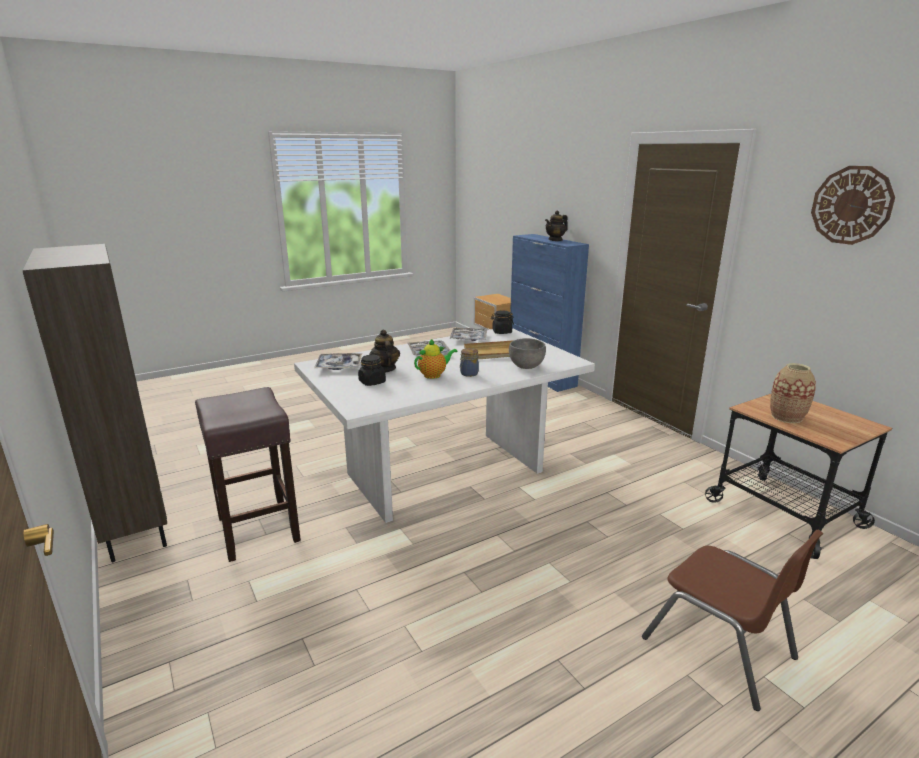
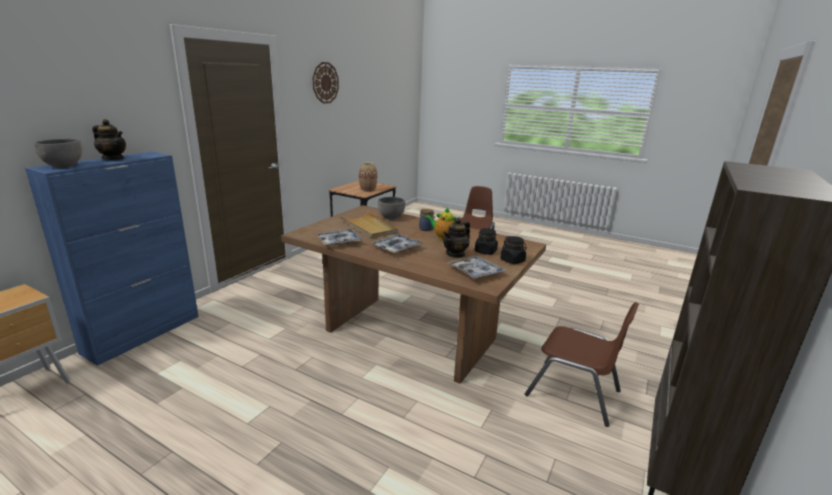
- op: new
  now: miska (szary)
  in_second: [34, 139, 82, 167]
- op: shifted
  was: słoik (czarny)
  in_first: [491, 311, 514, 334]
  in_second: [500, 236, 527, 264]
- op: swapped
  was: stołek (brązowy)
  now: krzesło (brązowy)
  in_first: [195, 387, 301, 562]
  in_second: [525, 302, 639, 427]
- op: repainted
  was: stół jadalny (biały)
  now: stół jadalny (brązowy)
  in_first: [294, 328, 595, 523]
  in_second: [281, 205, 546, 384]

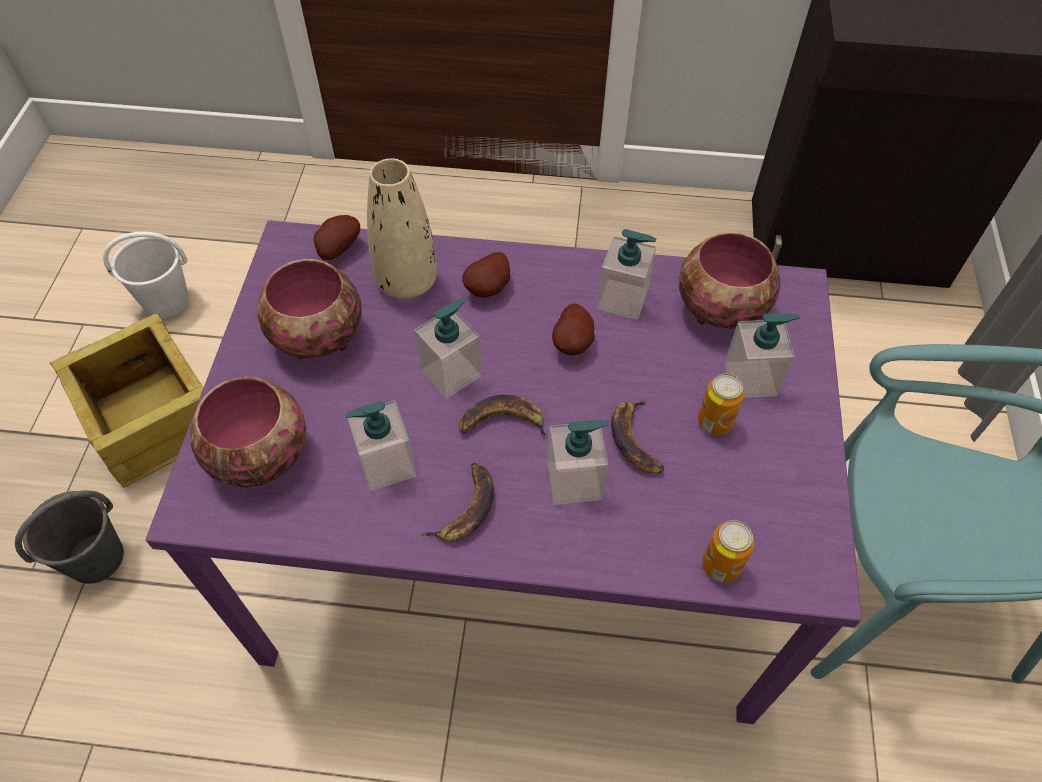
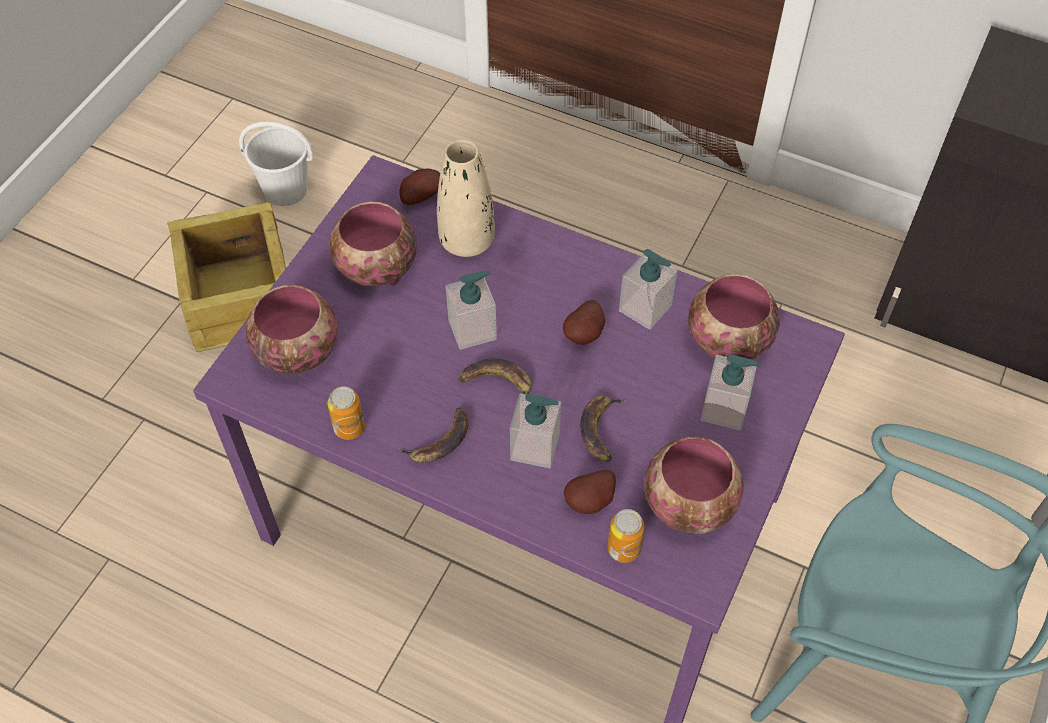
- op: gone
  was: wiadro (szary)
  in_first: [15, 490, 124, 584]
- op: gone
  was: dozownik mydła
  in_first: [345, 400, 416, 491]
- op: new
  now: miska
  in_second: [644, 437, 744, 534]
- op: shifted
  was: ziemniak
  in_first: [462, 252, 510, 298]
  in_second: [564, 470, 616, 514]
- op: shifted
  was: puszka
  in_first: [698, 373, 744, 435]
  in_second: [328, 386, 365, 440]

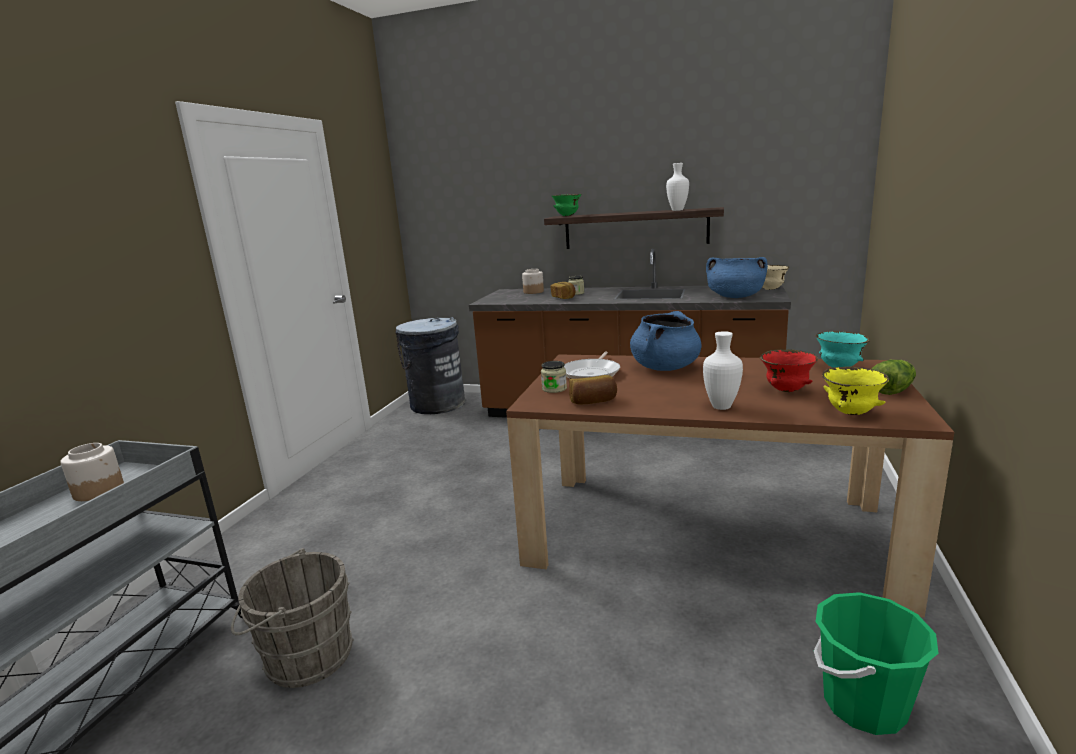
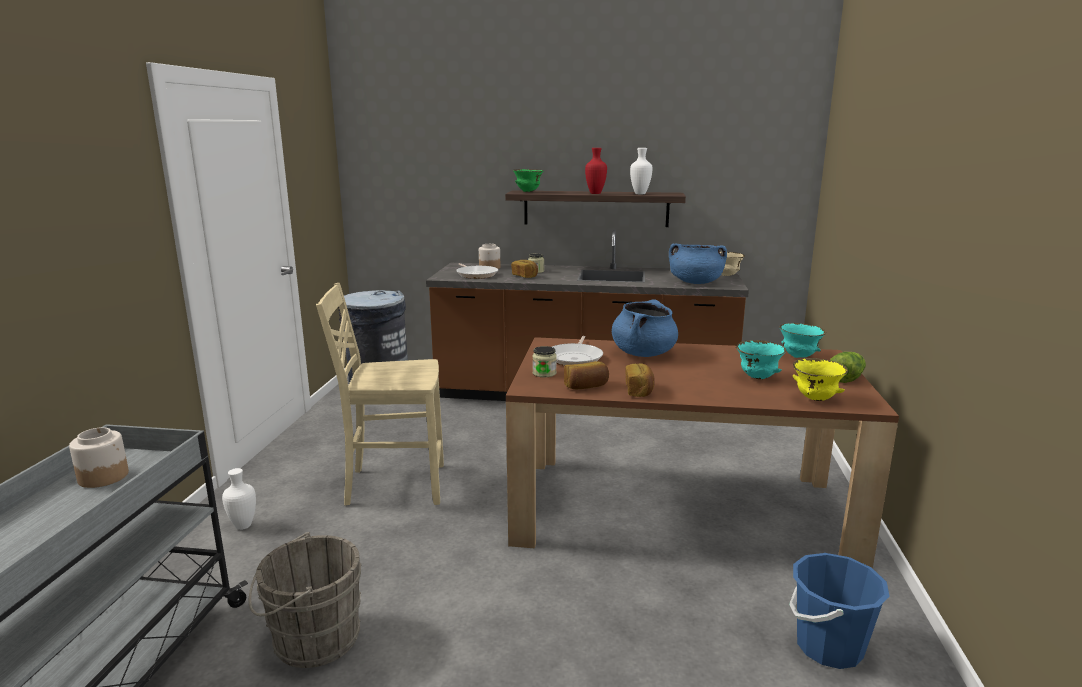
- op: new
  now: krzesło (beżowy)
  in_second: [316, 283, 444, 506]
- op: new
  now: patelnia
  in_second: [456, 263, 498, 279]
- op: new
  now: wazon (czerwony)
  in_second: [585, 148, 607, 194]
- op: new
  now: chleb
  in_second: [626, 363, 655, 397]
- op: shifted
  was: wazon (biały)
  in_first: [703, 331, 743, 410]
  in_second: [222, 468, 256, 530]
- op: repainted
  was: miska (czerwony)
  now: miska (turkusowy)
  in_first: [760, 349, 818, 392]
  in_second: [736, 340, 786, 379]
- op: repainted
  was: wiadro (zielony)
  now: wiadro (niebieski)
  in_first: [814, 592, 939, 735]
  in_second: [789, 553, 890, 669]

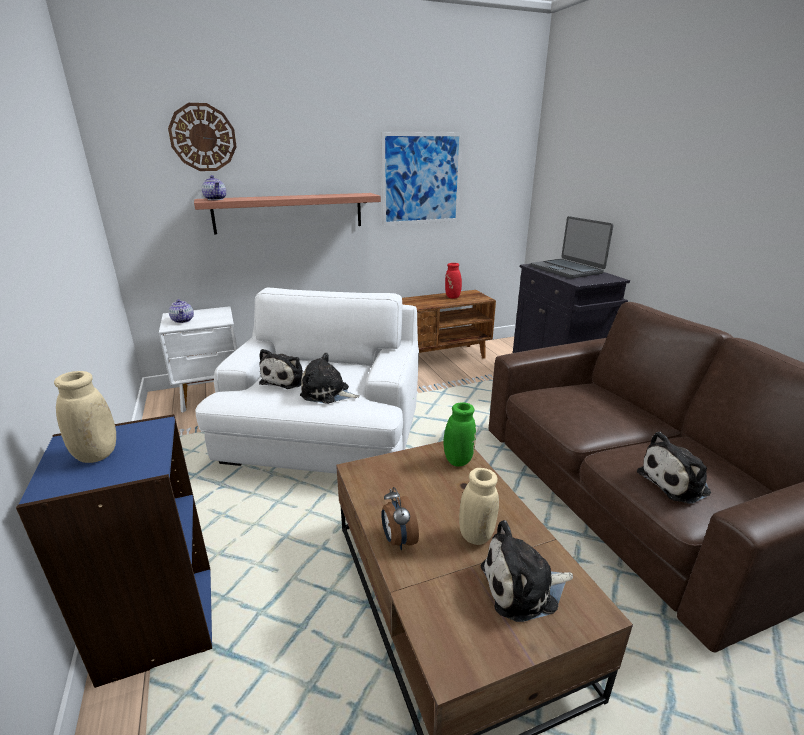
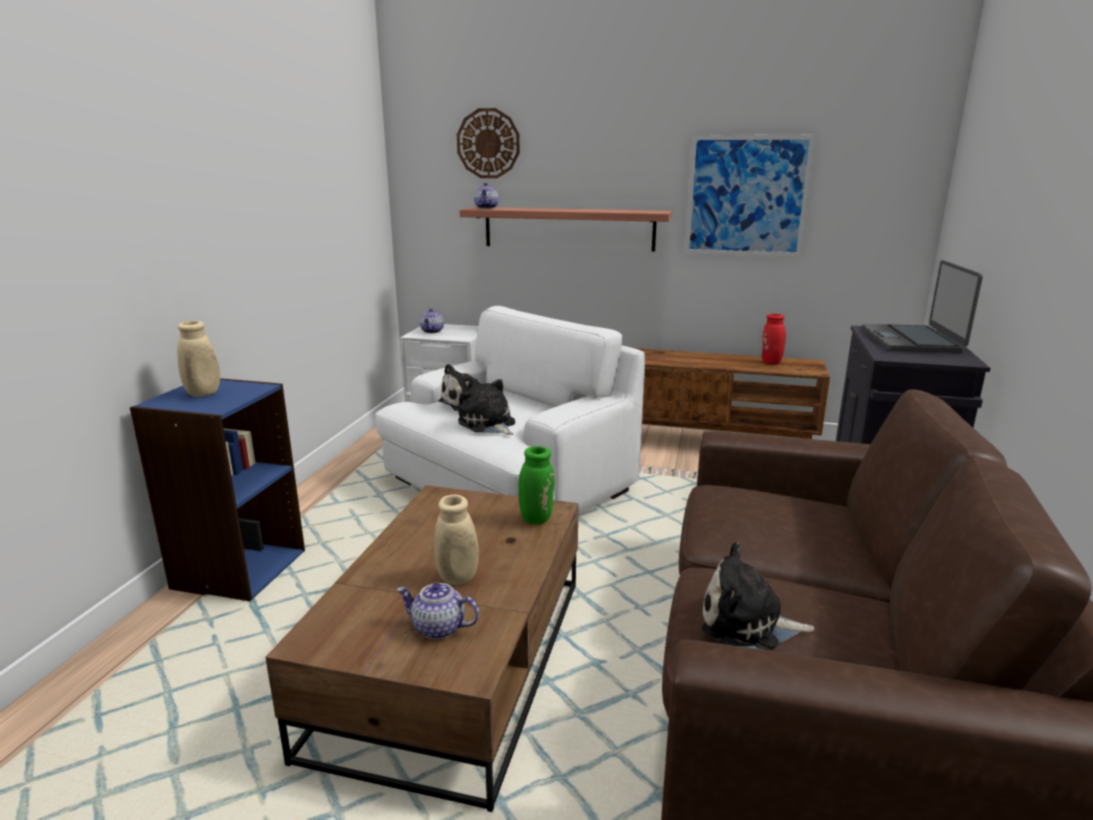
- op: gone
  was: budzik
  in_first: [381, 487, 419, 550]
- op: swapped
  was: pluszak
  now: imbryk
  in_first: [481, 520, 573, 622]
  in_second: [396, 582, 479, 639]

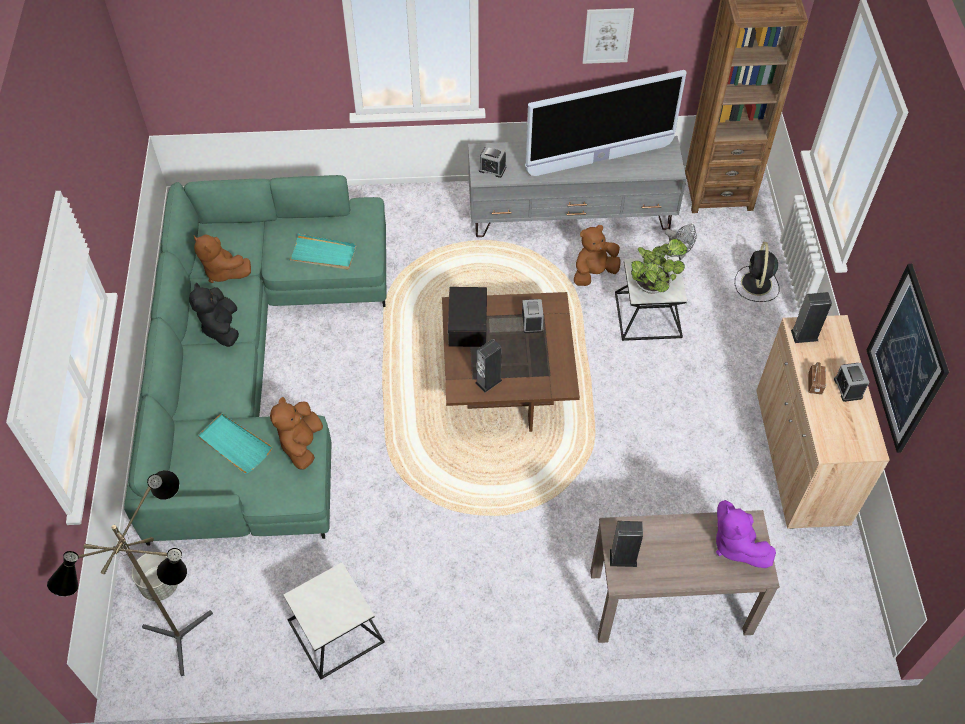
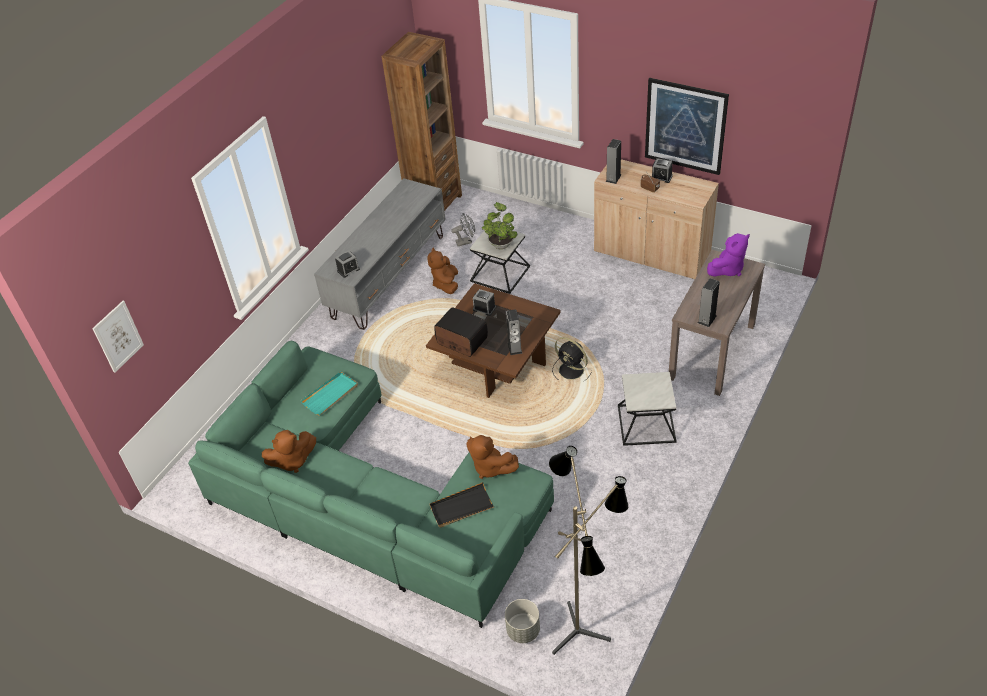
- op: gone
  was: pluszak (czarny)
  in_first: [189, 283, 239, 347]
- op: gone
  was: telewizor
  in_first: [525, 70, 687, 176]
- op: shifted
  was: stolik
  in_first: [284, 562, 385, 680]
  in_second: [618, 372, 677, 446]
- op: shifted
  was: obraz
  in_first: [582, 8, 634, 64]
  in_second: [92, 301, 144, 373]
- op: shifted
  was: wentylator (czarny)
  in_first: [735, 242, 779, 302]
  in_second: [552, 337, 592, 382]
- op: repainted
  was: taca (turkusowy)
  now: taca (czarny)
  in_first: [198, 413, 272, 474]
  in_second: [430, 482, 494, 528]
- op: rotated
  was: pluszak (fioletowy)
  in_first: [716, 500, 776, 568]
  in_second: [707, 233, 750, 277]
  clockwise: -45

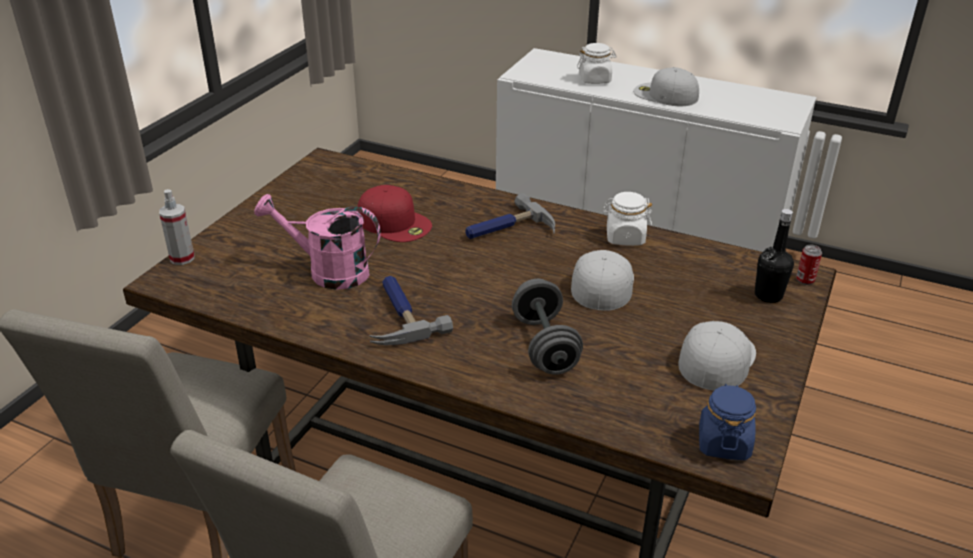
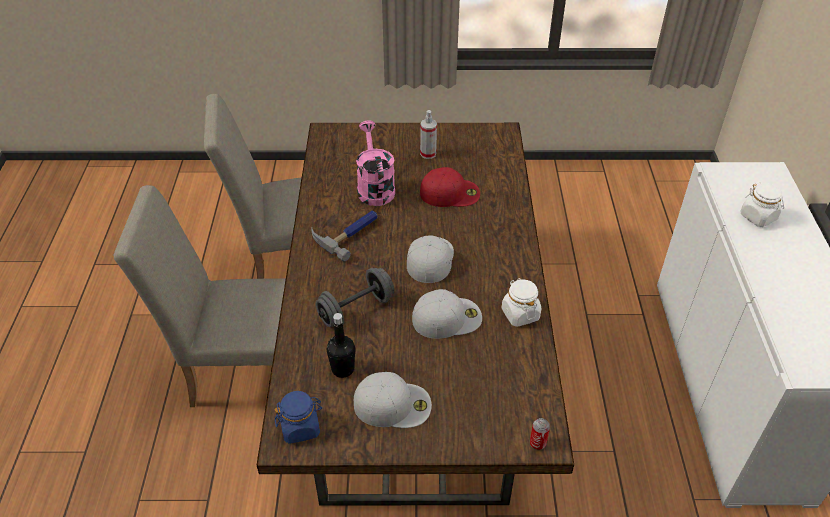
- op: gone
  was: młotek
  in_first: [465, 193, 555, 239]
- op: shifted
  was: spryskiwacz
  in_first: [159, 189, 194, 265]
  in_second: [420, 110, 437, 159]
- op: shifted
  was: czapka z daszkiem (biały)
  in_first: [633, 67, 699, 106]
  in_second: [407, 235, 454, 283]
- op: shifted
  was: butelka (czarny)
  in_first: [755, 209, 794, 303]
  in_second: [327, 313, 355, 378]
- op: rotated
  was: czapka z daszkiem (czerwony)
  in_first: [357, 185, 432, 242]
  in_second: [420, 167, 480, 207]
  clockwise: -105

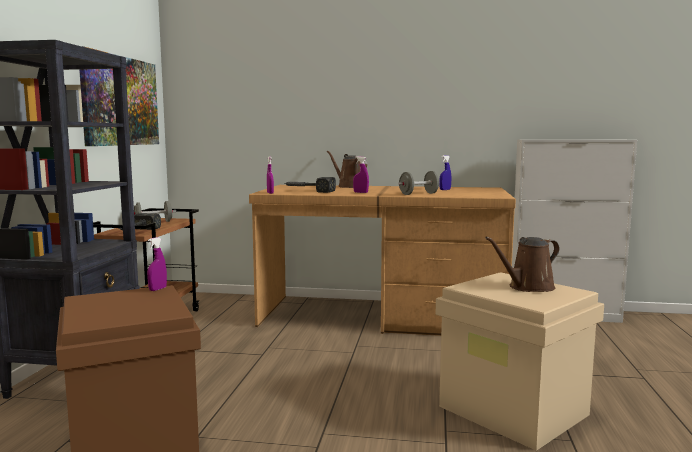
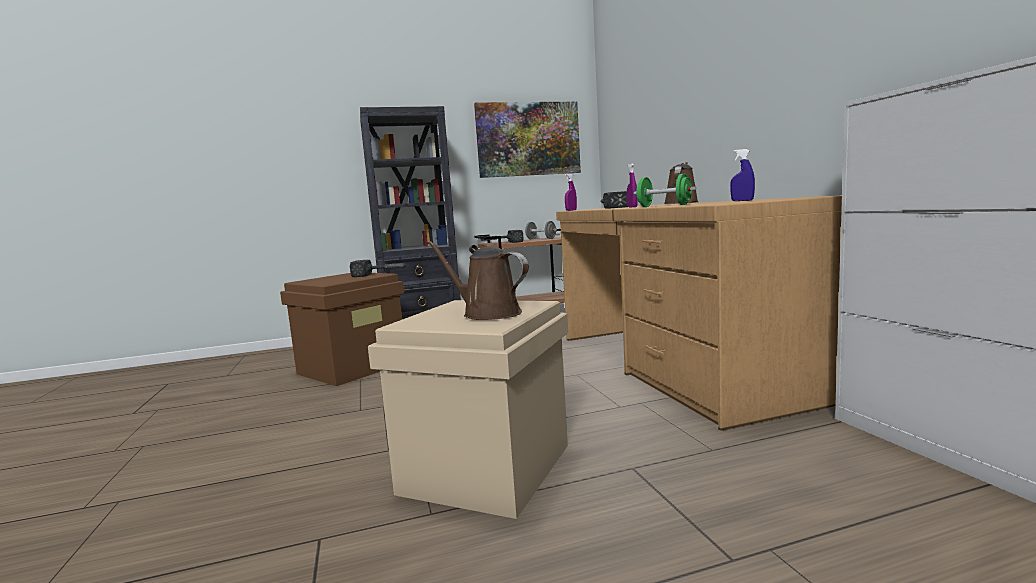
- op: swapped
  was: spryskiwacz (fioletowy)
  now: młotek
  in_first: [147, 237, 167, 291]
  in_second: [350, 260, 407, 277]
- op: repainted
  was: hantel (szary)
  now: hantel (zielony)
  in_first: [398, 171, 440, 195]
  in_second: [634, 174, 696, 207]

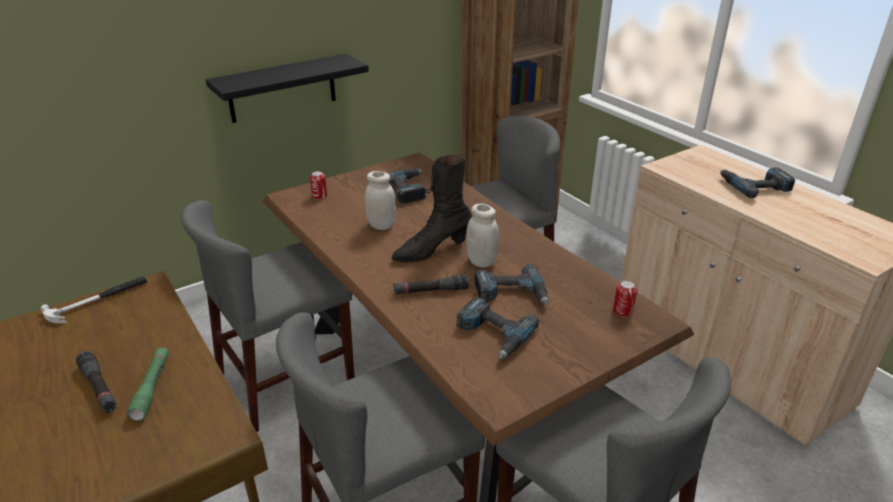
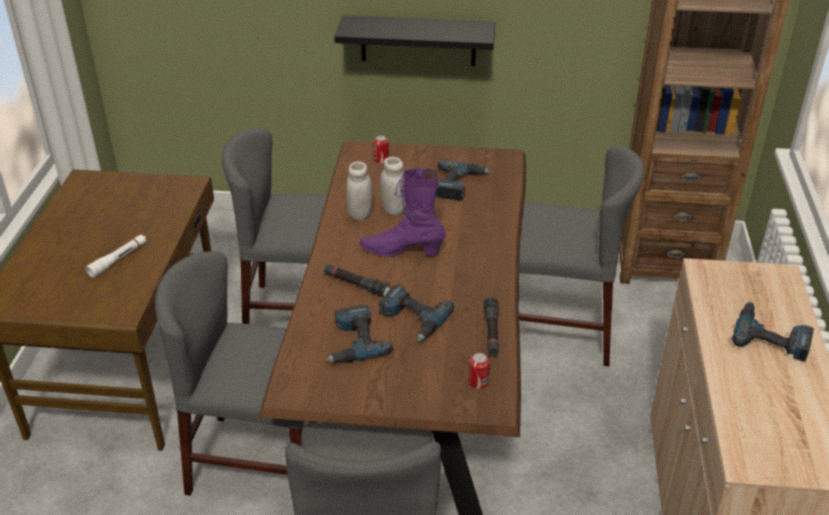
- op: gone
  was: młotek
  in_first: [40, 276, 147, 323]
- op: shifted
  was: latarka (czarny)
  in_first: [76, 351, 117, 413]
  in_second: [484, 297, 499, 357]
- op: shifted
  was: słoik (biały)
  in_first: [466, 203, 499, 268]
  in_second: [346, 161, 373, 221]
- op: repainted
  was: latarka (zielony)
  now: latarka (biały)
  in_first: [127, 348, 169, 421]
  in_second: [86, 234, 147, 278]
- op: repainted
  was: but z cholewką (czarny)
  now: but z cholewką (fioletowy)
  in_first: [391, 155, 472, 263]
  in_second: [359, 168, 446, 257]

